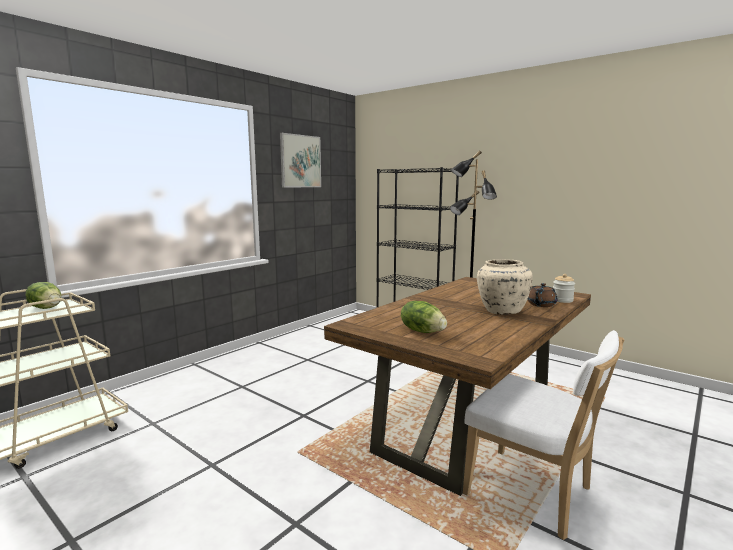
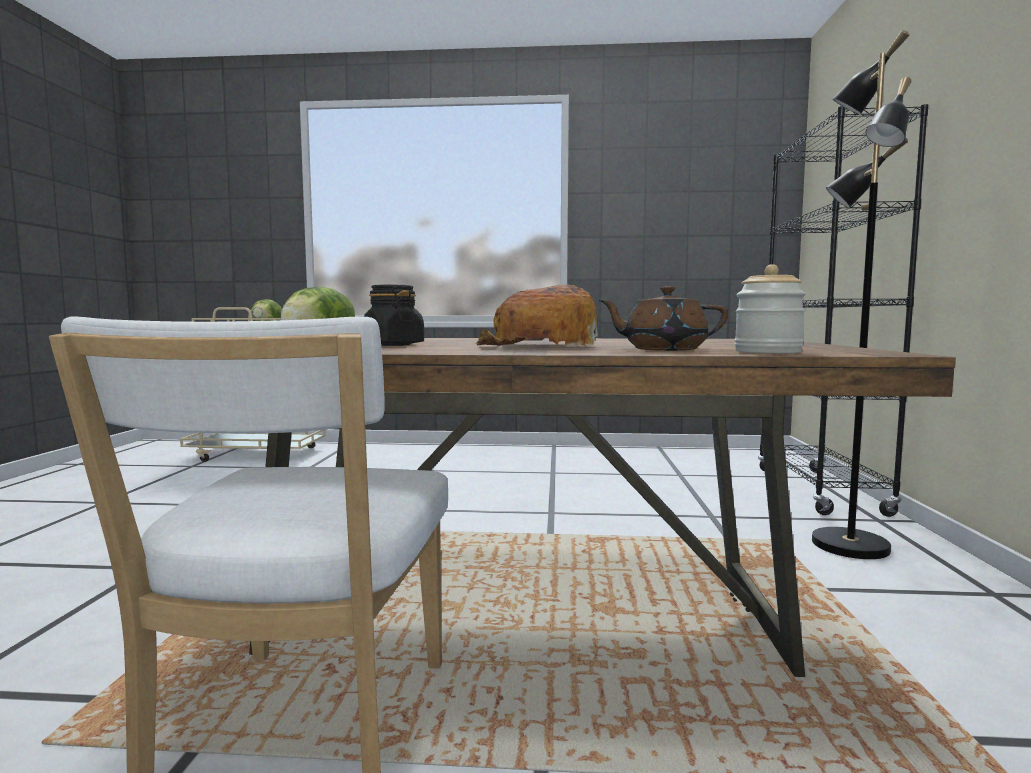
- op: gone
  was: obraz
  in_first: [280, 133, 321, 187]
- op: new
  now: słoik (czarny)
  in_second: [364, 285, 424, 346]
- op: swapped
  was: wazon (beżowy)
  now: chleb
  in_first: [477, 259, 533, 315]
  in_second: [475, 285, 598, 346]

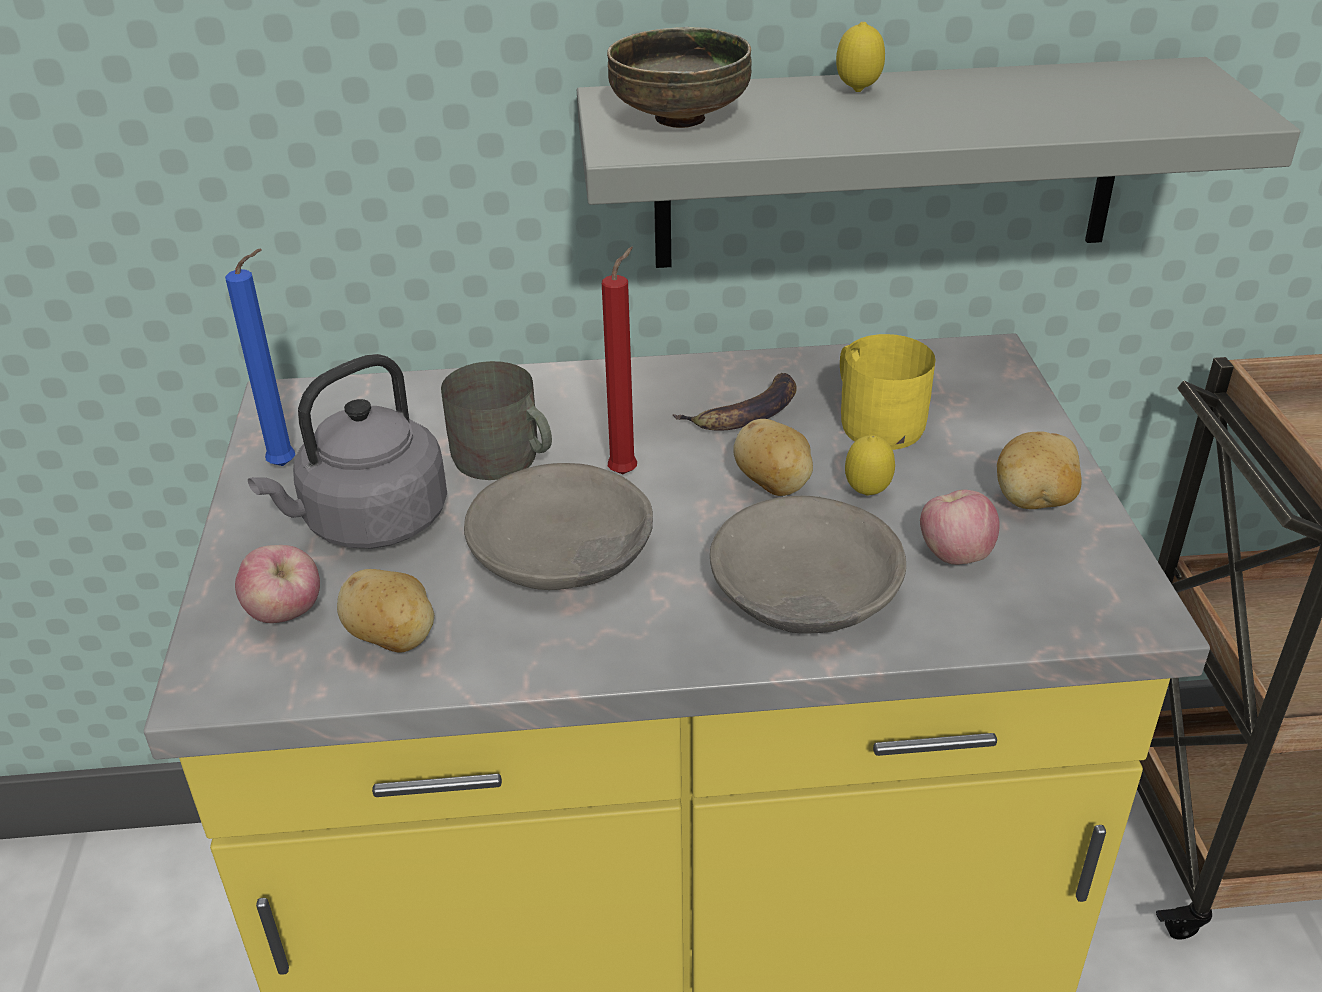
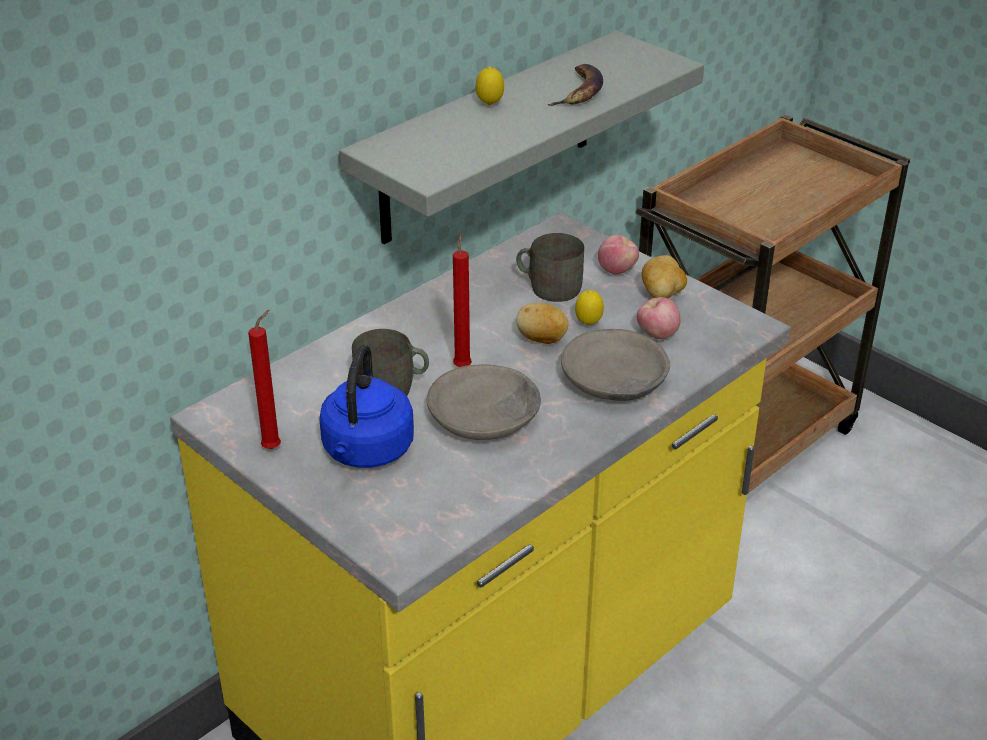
- op: gone
  was: ziemniak
  in_first: [337, 569, 434, 653]
- op: gone
  was: miska
  in_first: [607, 27, 752, 128]
- op: shifted
  was: jabłko
  in_first: [235, 545, 320, 623]
  in_second: [598, 235, 639, 274]
- op: shifted
  was: banan
  in_first: [672, 373, 797, 431]
  in_second: [548, 64, 603, 106]
- op: repainted
  was: świeca (niebieski)
  now: świeca (czerwony)
  in_first: [225, 249, 295, 466]
  in_second: [248, 310, 281, 449]
- op: repainted
  was: czajnik (szary)
  now: czajnik (niebieski)
  in_first: [248, 354, 447, 548]
  in_second: [319, 345, 414, 468]
- op: repainted
  was: kubek (żółty)
  now: kubek (szary)
  in_first: [840, 334, 936, 450]
  in_second: [516, 233, 584, 302]

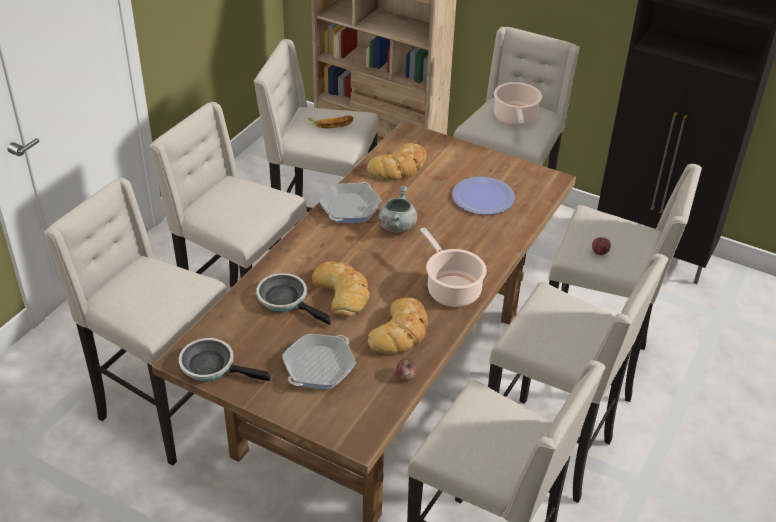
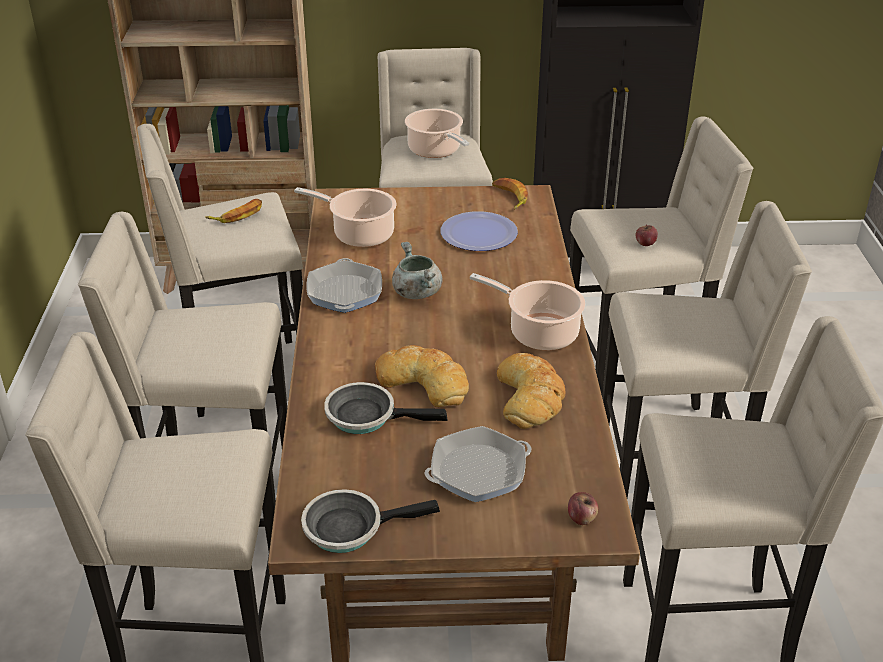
- op: new
  now: banan
  in_second: [492, 178, 528, 209]
- op: shifted
  was: jabłko
  in_first: [396, 358, 417, 381]
  in_second: [568, 492, 598, 525]
- op: swapped
  was: chleb
  now: garnek
  in_first: [367, 143, 427, 180]
  in_second: [294, 187, 397, 247]
- op: rotated
  was: patelnia
  in_first: [282, 334, 356, 389]
  in_second: [424, 426, 531, 502]
  clockwise: 60

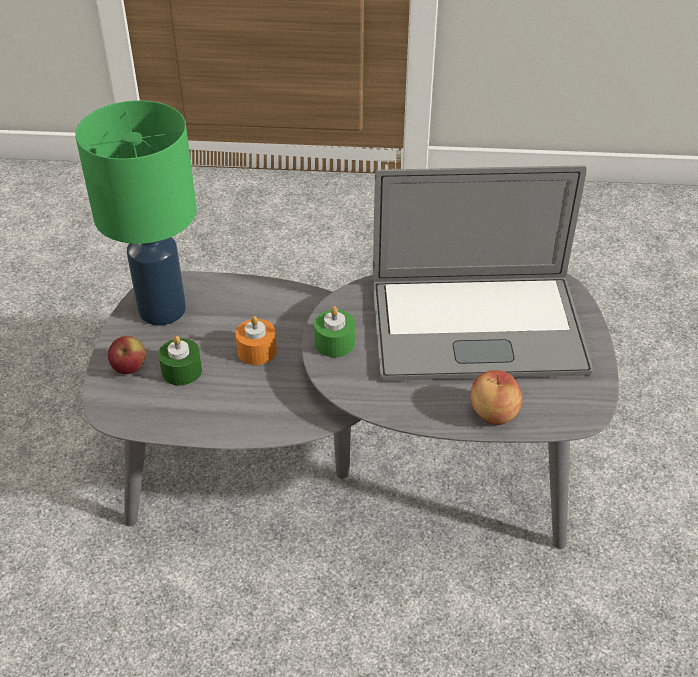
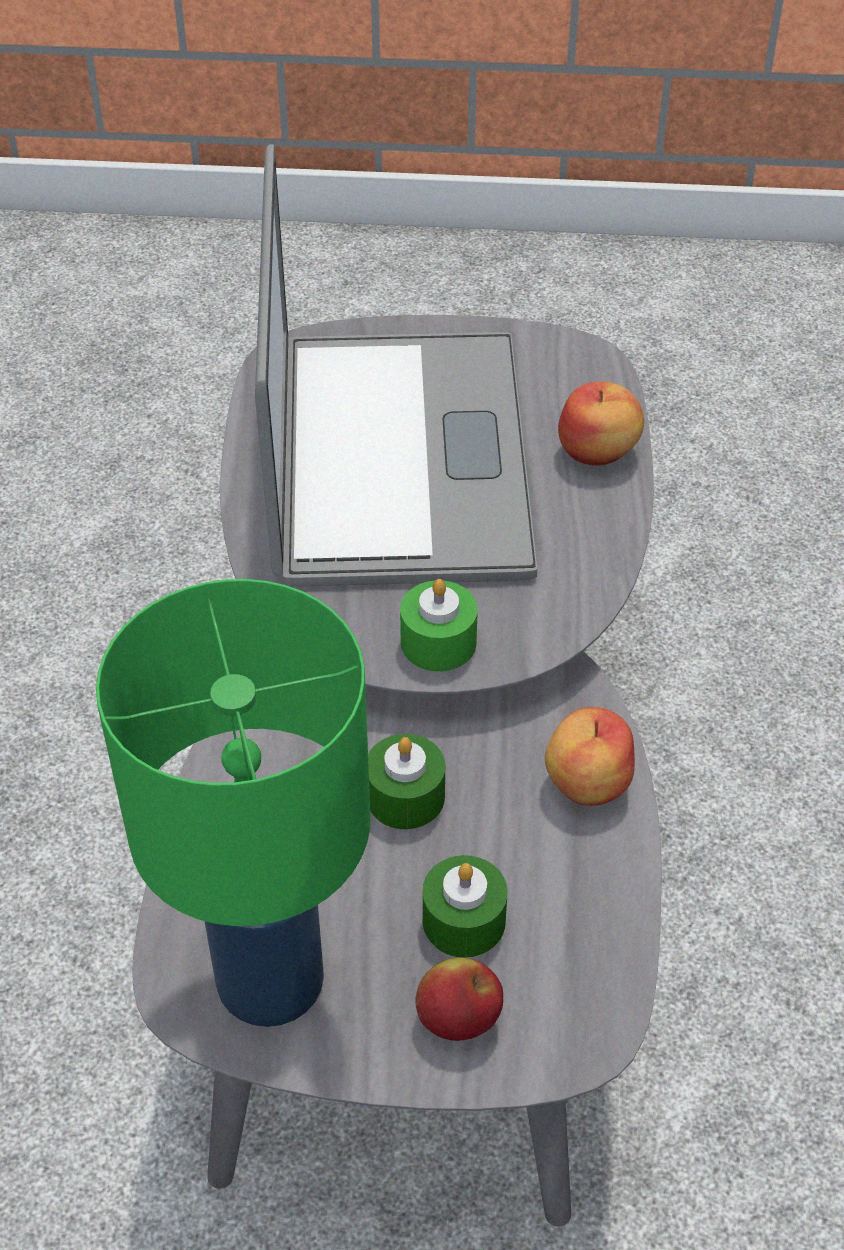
- op: new
  now: jabłko
  in_second: [545, 707, 635, 806]
- op: repainted
  was: świeca (pomarańczowy)
  now: świeca (zielony)
  in_first: [235, 316, 277, 365]
  in_second: [368, 734, 445, 829]

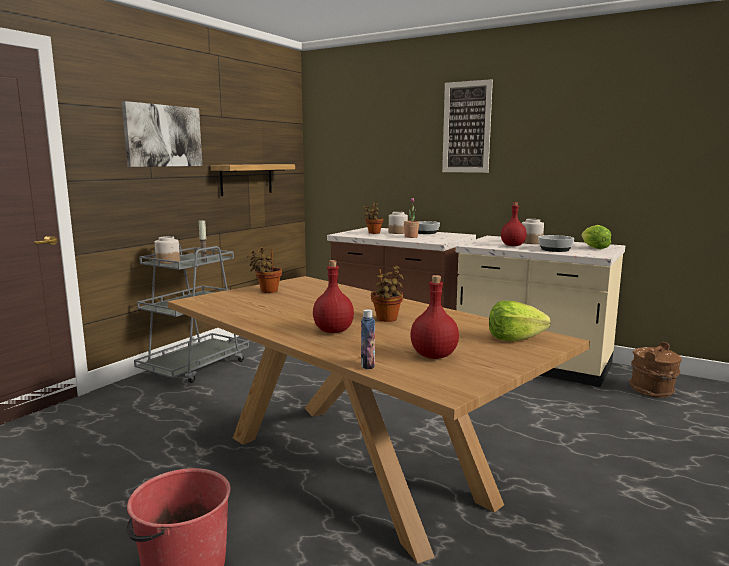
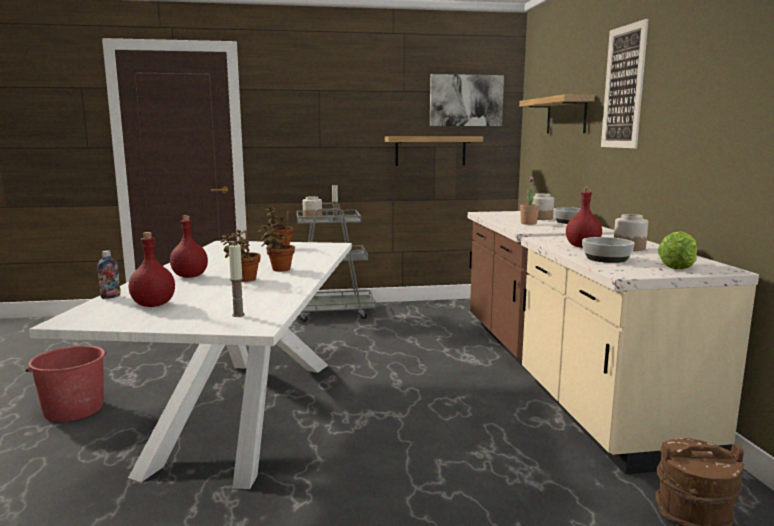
- op: new
  now: półka
  in_second: [519, 94, 595, 133]
- op: shifted
  was: obraz
  in_first: [122, 101, 202, 167]
  in_second: [430, 74, 504, 126]
- op: shifted
  was: roślina doniczkowa
  in_first: [363, 202, 383, 234]
  in_second: [258, 222, 295, 272]
- op: swapped
  was: sałata
  now: świeca
  in_first: [489, 301, 551, 341]
  in_second: [229, 244, 245, 317]
- op: repainted
  was: stół jadalny (brązowy)
  now: stół jadalny (biały)
  in_first: [168, 276, 590, 564]
  in_second: [29, 241, 352, 489]

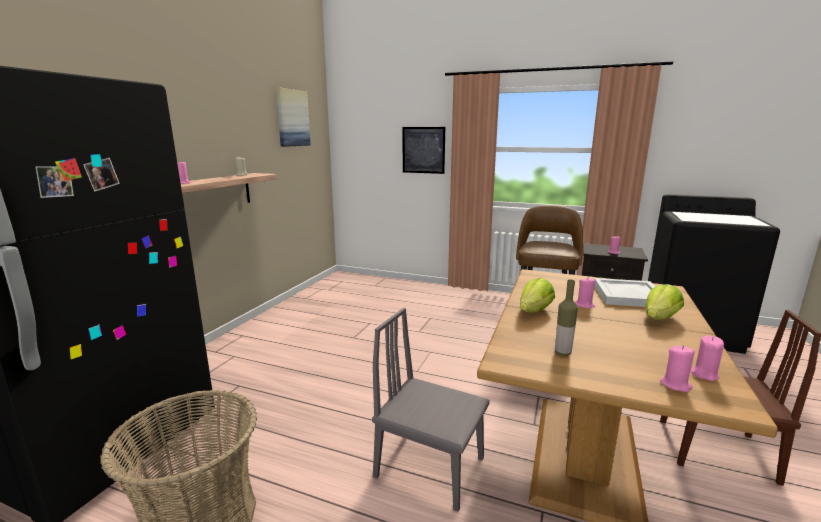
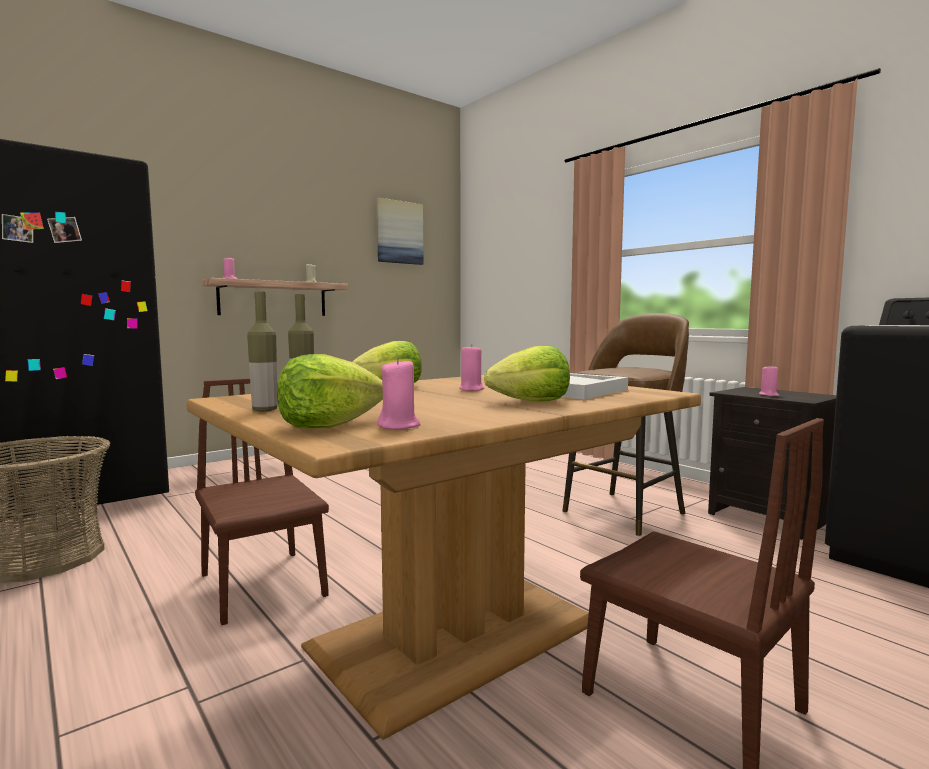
- op: gone
  was: obraz
  in_first: [402, 127, 445, 174]
- op: new
  now: butelka
  in_second: [247, 291, 278, 412]
- op: swapped
  was: świeca (różowy)
  now: sałata
  in_first: [660, 345, 695, 392]
  in_second: [277, 354, 383, 428]
- op: repainted
  was: krzesło (szary)
  now: krzesło (brązowy)
  in_first: [372, 308, 490, 512]
  in_second: [195, 378, 329, 625]

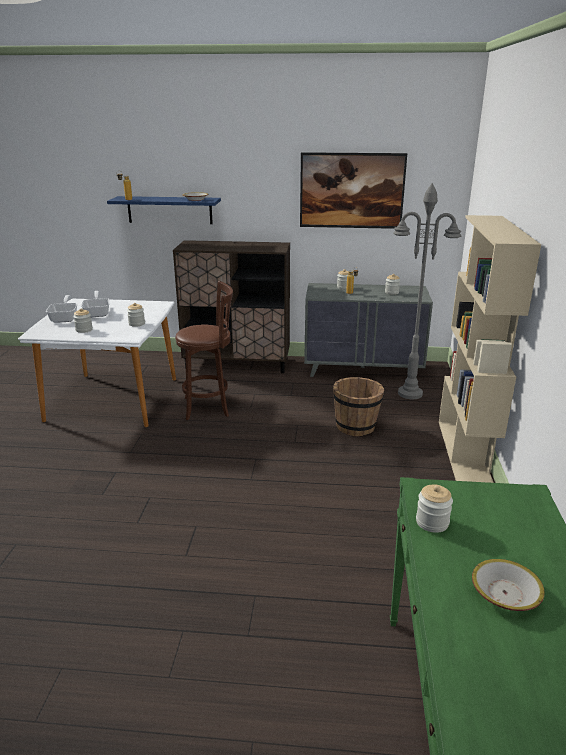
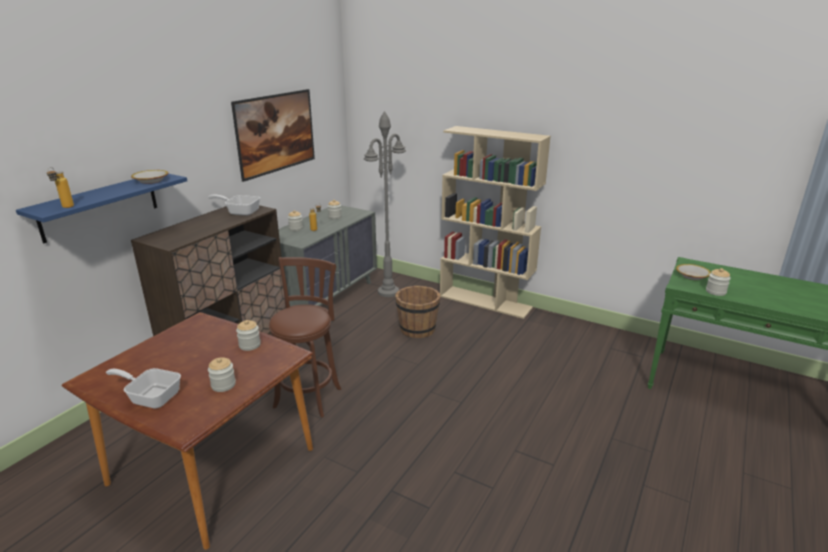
- op: shifted
  was: patelnia
  in_first: [81, 291, 110, 317]
  in_second: [208, 195, 260, 216]
- op: shifted
  was: miska
  in_first: [472, 559, 545, 611]
  in_second: [676, 264, 711, 280]
- op: repainted
  was: stół jadalny (biały)
  now: stół jadalny (brązowy)
  in_first: [18, 299, 176, 427]
  in_second: [62, 312, 313, 550]

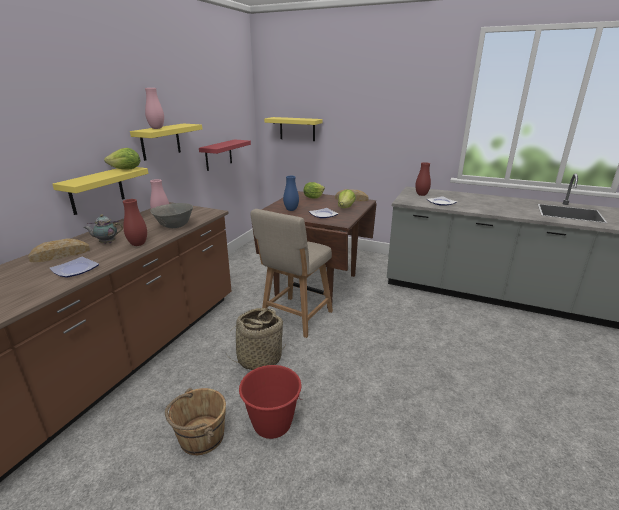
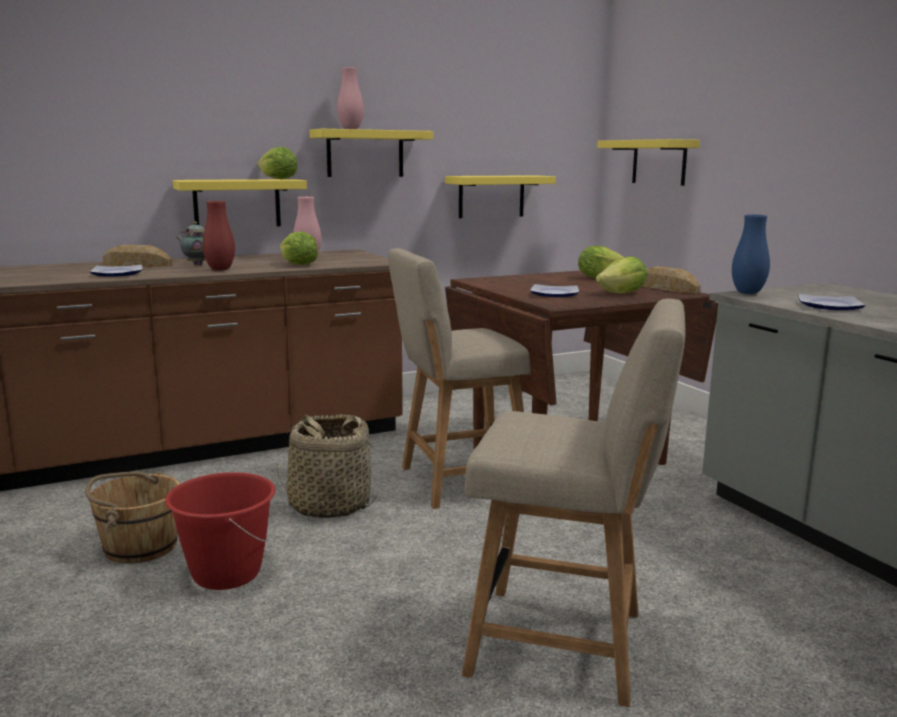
- op: gone
  was: wazon (czerwony)
  in_first: [415, 162, 431, 196]
- op: new
  now: krzesło (beżowy)
  in_second: [462, 299, 686, 707]
- op: shifted
  was: wazon (niebieski)
  in_first: [283, 176, 299, 211]
  in_second: [732, 215, 770, 294]
- op: swapped
  was: miska (szary)
  now: sałata
  in_first: [150, 203, 193, 228]
  in_second: [280, 231, 318, 265]
- op: repainted
  was: półka (czerwony)
  now: półka (żółty)
  in_first: [199, 139, 251, 171]
  in_second: [445, 175, 556, 218]

